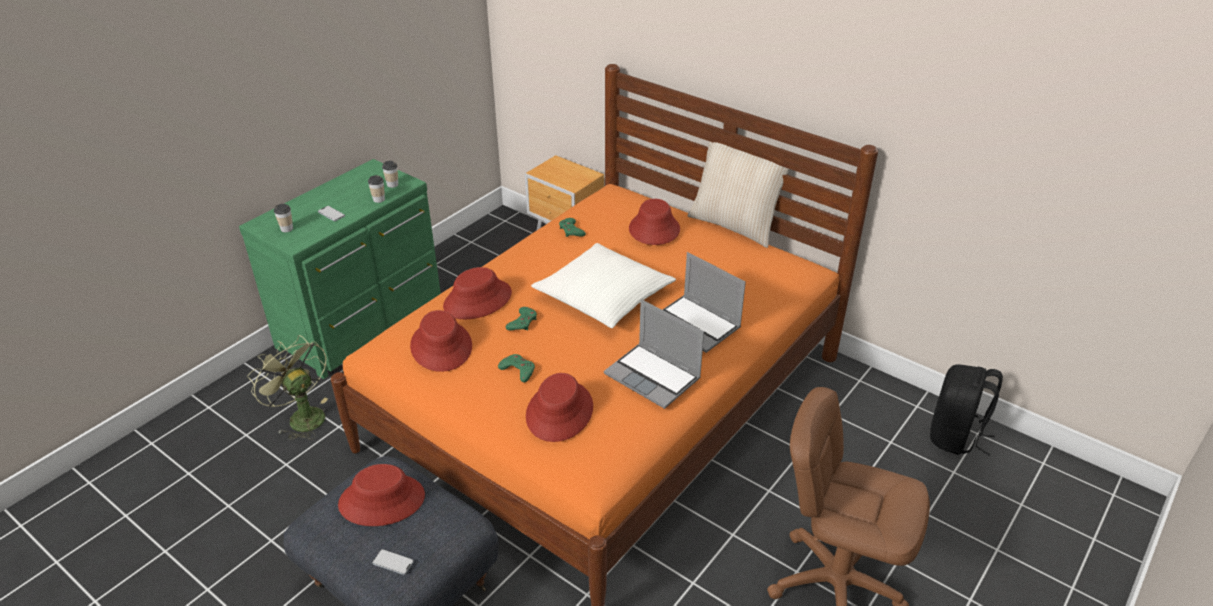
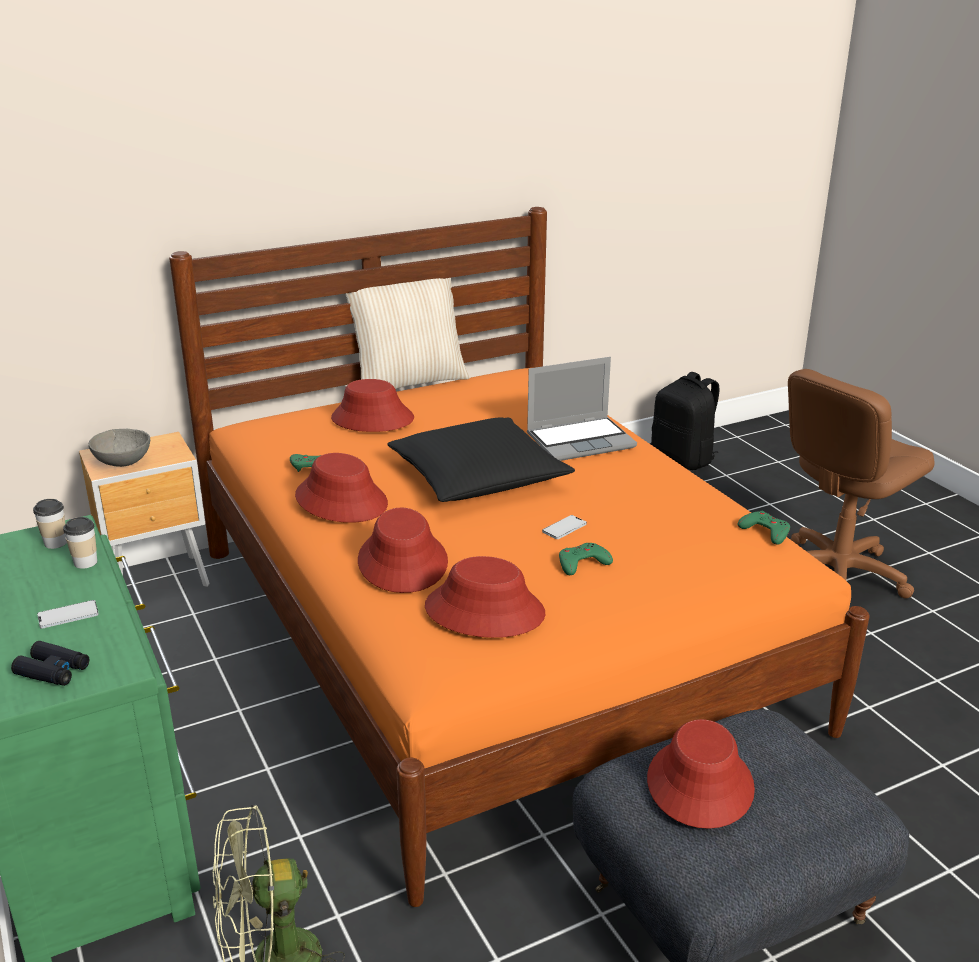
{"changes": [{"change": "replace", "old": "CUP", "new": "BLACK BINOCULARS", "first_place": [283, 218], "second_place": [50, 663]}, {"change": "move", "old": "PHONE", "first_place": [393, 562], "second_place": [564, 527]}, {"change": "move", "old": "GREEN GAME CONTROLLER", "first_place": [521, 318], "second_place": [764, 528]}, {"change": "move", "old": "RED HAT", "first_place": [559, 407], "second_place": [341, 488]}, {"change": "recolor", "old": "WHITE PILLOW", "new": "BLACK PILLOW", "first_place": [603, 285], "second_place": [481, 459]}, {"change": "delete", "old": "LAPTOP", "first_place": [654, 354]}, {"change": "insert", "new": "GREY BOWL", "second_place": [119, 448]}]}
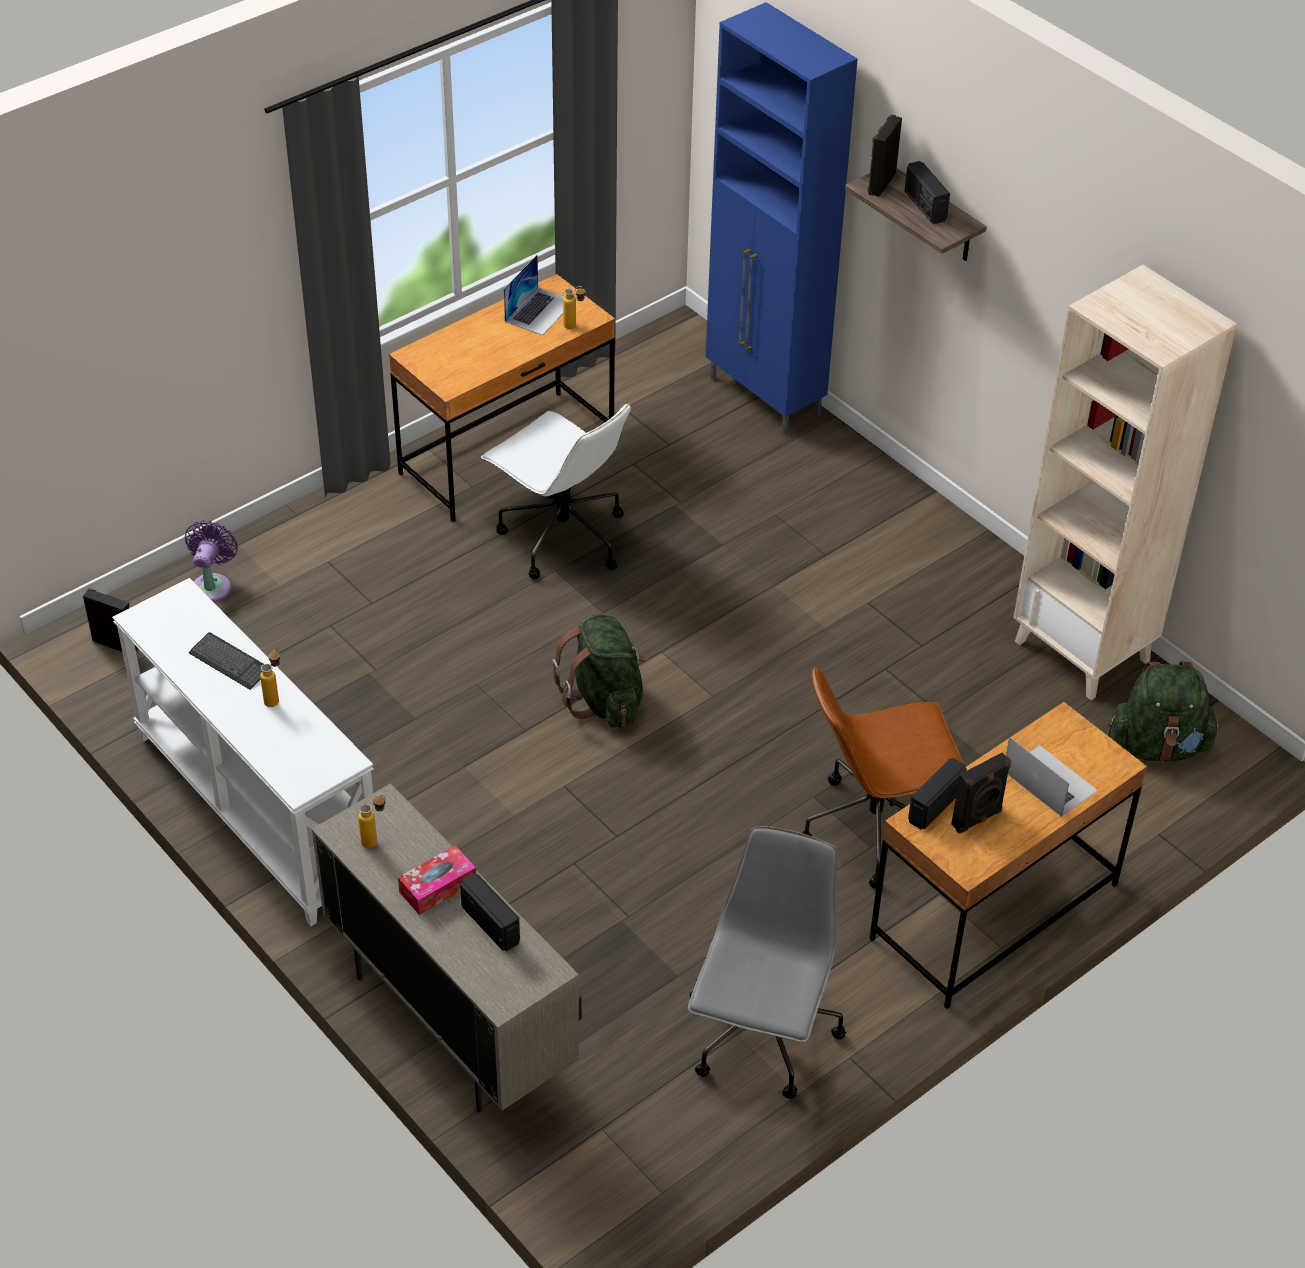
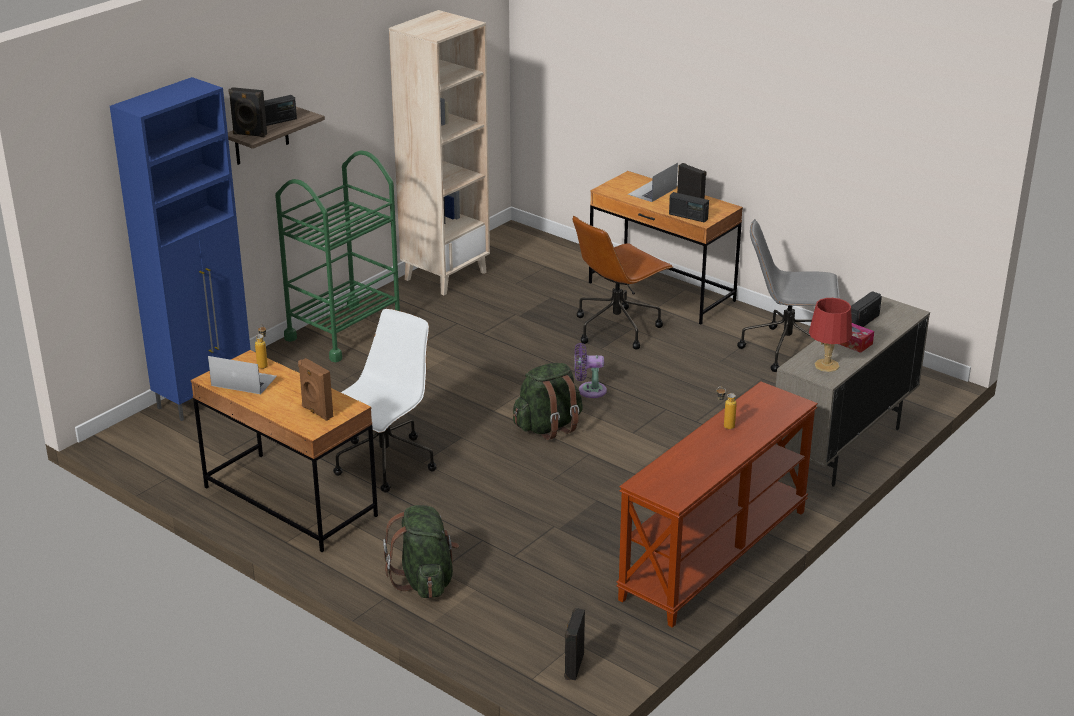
{"changes": [{"change": "recolor", "old": "WHITE CONSOLE TABLE", "new": "BROWN CONSOLE TABLE", "first_place": [243, 752], "second_place": [717, 504]}, {"change": "move", "old": "PURPLE FAN", "first_place": [211, 561], "second_place": [590, 370]}, {"change": "delete", "old": "KEYBOARD", "first_place": [226, 661]}, {"change": "replace", "old": "BOTTLE", "new": "RED TABLE LAMP", "first_place": [372, 821], "second_place": [830, 335]}, {"change": "rotate", "old": "BROWN OFFICE CHAIR", "first_place": [884, 778], "second_place": [622, 283], "degrees": 75}, {"change": "move", "old": "GREEN BACKPACK", "first_place": [1164, 712], "second_place": [421, 552]}, {"change": "insert", "new": "GREEN CART", "second_place": [337, 256]}, {"change": "insert", "new": "BROWN SPEAKER", "second_place": [315, 389]}]}
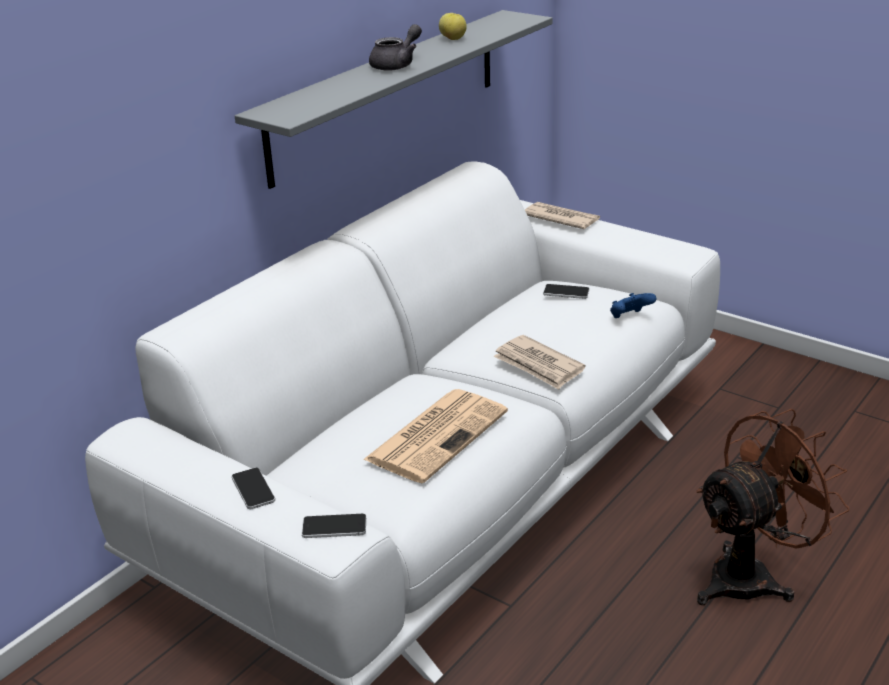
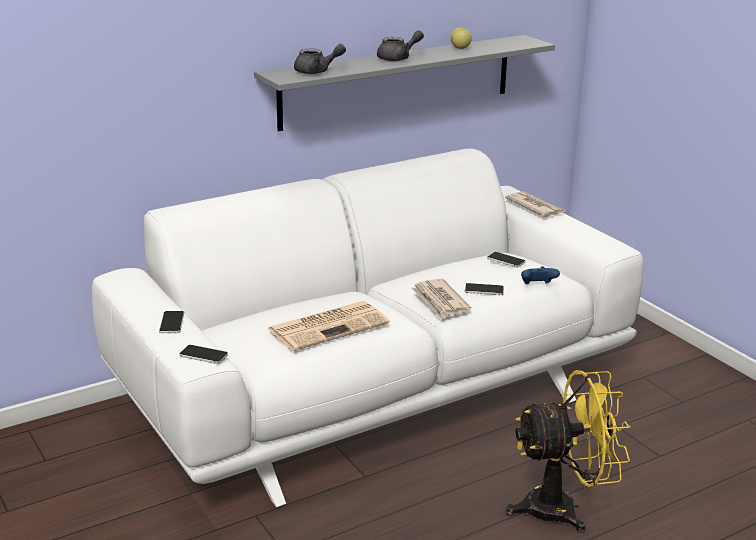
{"changes": [{"change": "recolor", "old": "BROWN FAN", "new": "YELLOW FAN", "first_place": [772, 507], "second_place": [568, 451]}, {"change": "insert", "new": "GREY TEAPOT", "second_place": [320, 59]}, {"change": "insert", "new": "PHONE", "second_place": [484, 289]}]}
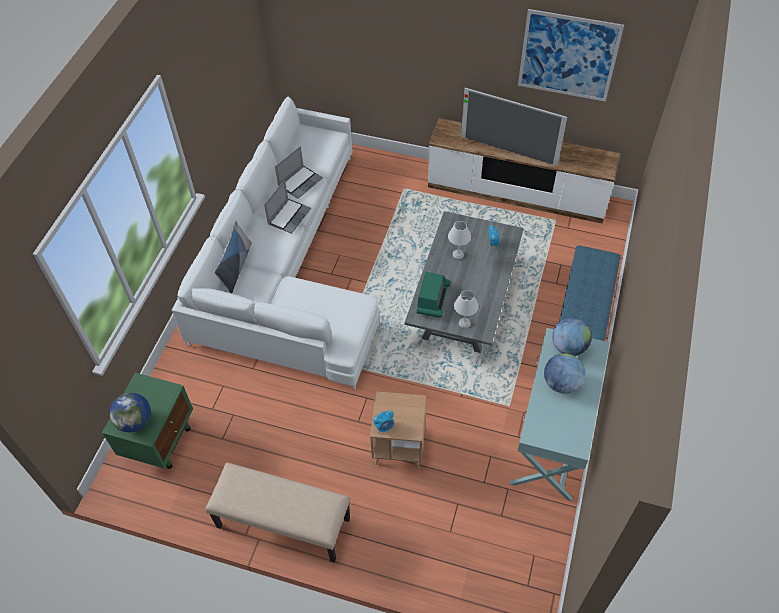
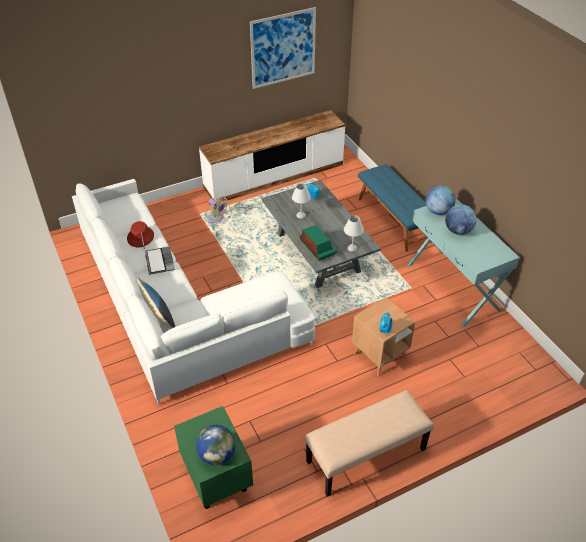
{"changes": [{"change": "replace", "old": "LAPTOP", "new": "RED HAT", "first_place": [299, 172], "second_place": [140, 234]}, {"change": "delete", "old": "TELEVISION", "first_place": [514, 126]}, {"change": "insert", "new": "BEIGE FAN", "second_place": [218, 209]}]}
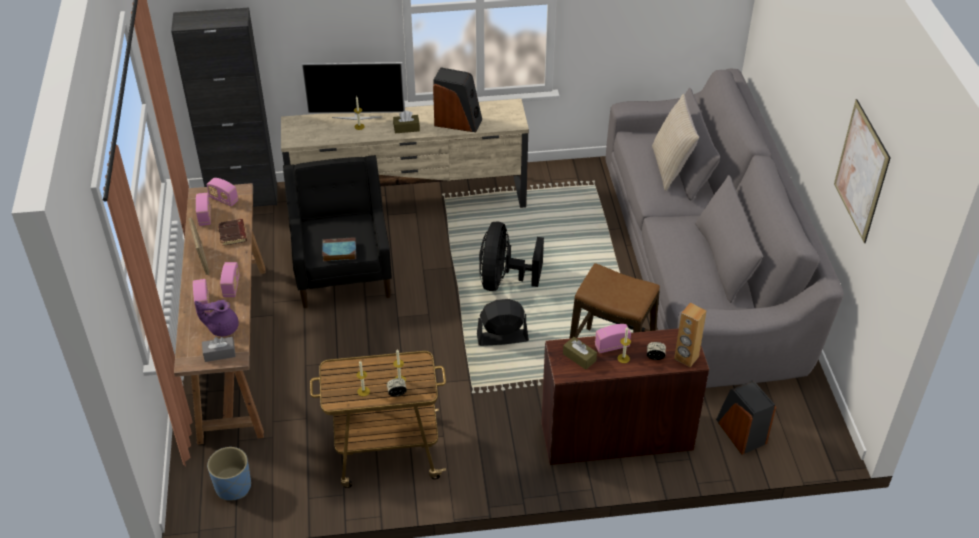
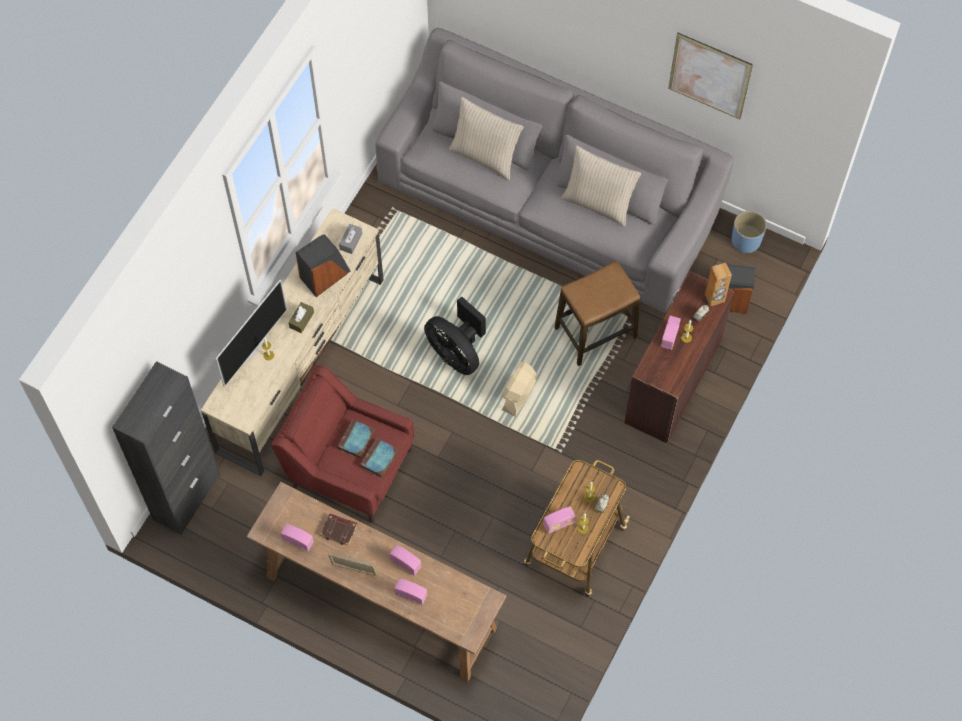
{"changes": [{"change": "delete", "old": "PURPLE TEAPOT", "first_place": [217, 318]}, {"change": "move", "old": "GREY TISSUE BOX", "first_place": [219, 349], "second_place": [350, 239]}, {"change": "move", "old": "RADIO", "first_place": [222, 192], "second_place": [559, 520]}, {"change": "move", "old": "BLUE PLANTER", "first_place": [229, 474], "second_place": [749, 232]}, {"change": "recolor", "old": "BLACK ARMCHAIR", "new": "RED ARMCHAIR", "first_place": [337, 231], "second_place": [342, 444]}, {"change": "recolor", "old": "BLACK FAN", "new": "BEIGE FAN", "first_place": [503, 322], "second_place": [519, 389]}, {"change": "delete", "old": "BROWN TISSUE BOX", "first_place": [580, 353]}, {"change": "insert", "new": "BOOK", "second_place": [355, 439]}, {"change": "insert", "new": "BEIGE PILLOW", "second_place": [601, 186]}]}
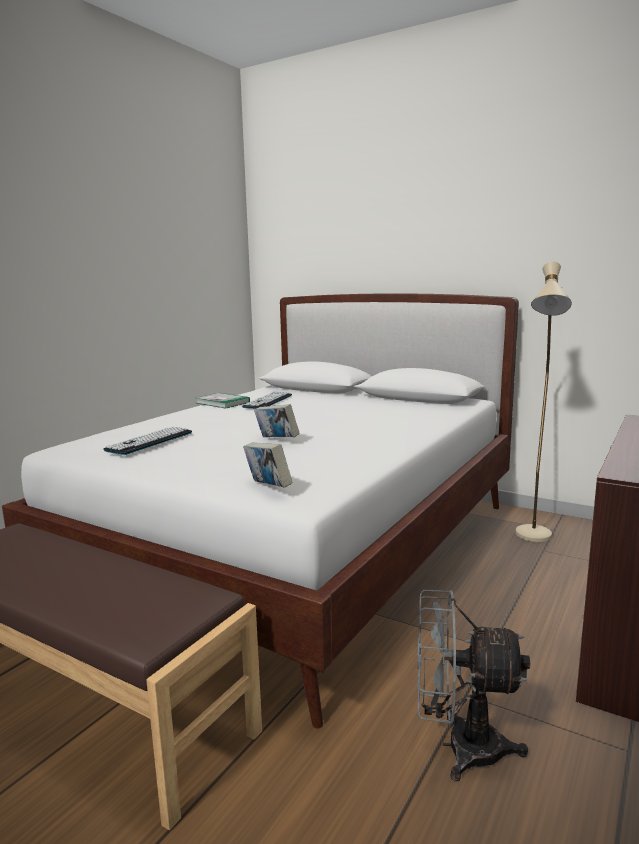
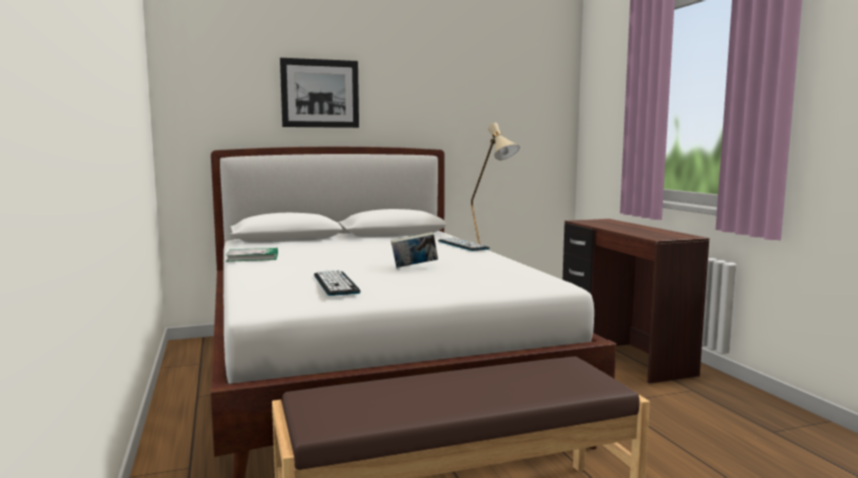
{"changes": [{"change": "move", "old": "KEYBOARD", "first_place": [267, 400], "second_place": [464, 244]}, {"change": "delete", "old": "BOOK", "first_place": [268, 465]}, {"change": "delete", "old": "GREY FAN", "first_place": [473, 685]}, {"change": "insert", "new": "PICTURE", "second_place": [319, 93]}]}
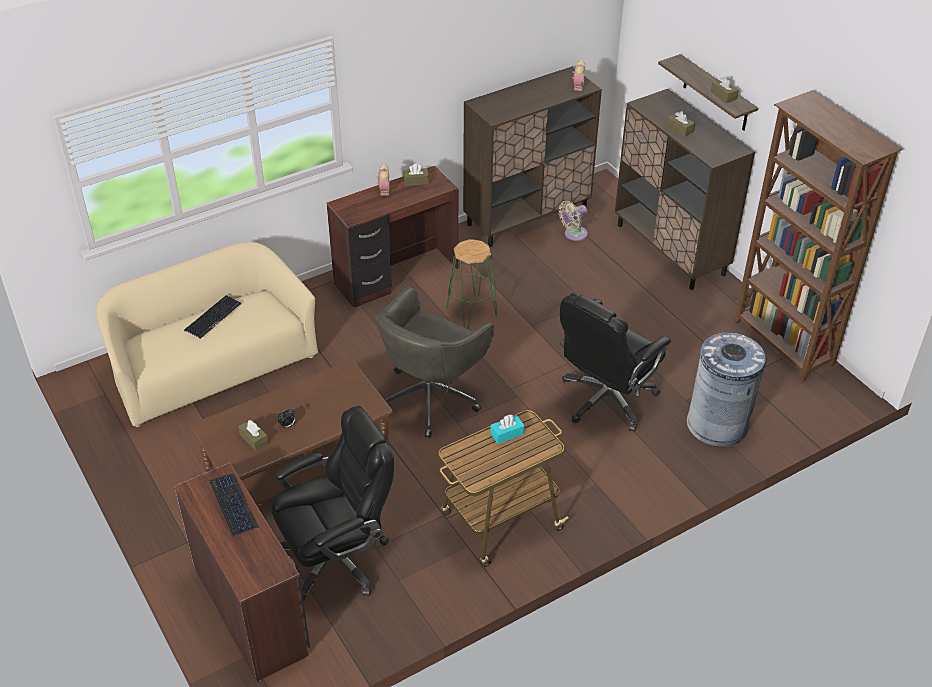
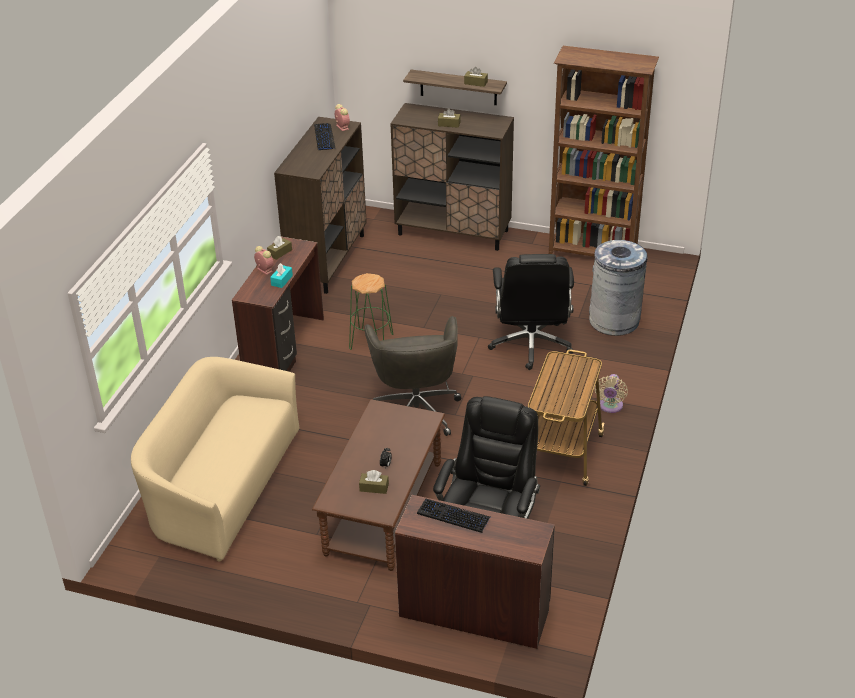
{"changes": [{"change": "move", "old": "KEYBOARD", "first_place": [212, 317], "second_place": [325, 137]}, {"change": "move", "old": "TURQUOISE TISSUE BOX", "first_place": [507, 429], "second_place": [281, 275]}, {"change": "move", "old": "BEIGE FAN", "first_place": [573, 221], "second_place": [611, 393]}]}
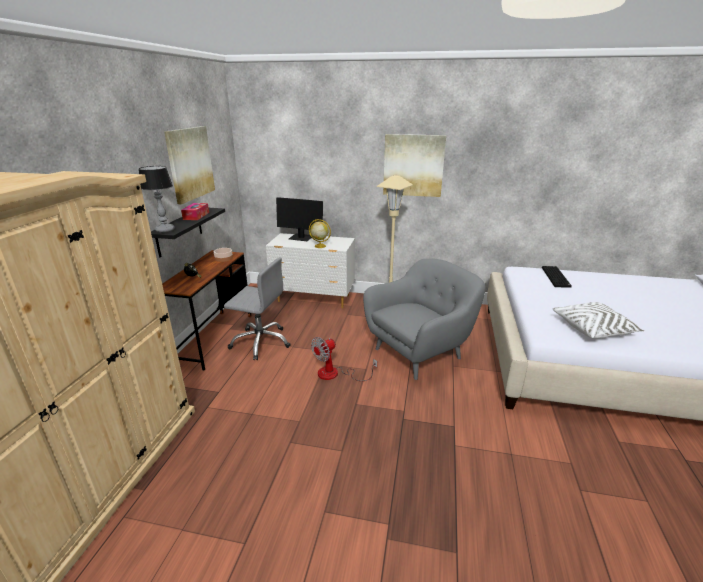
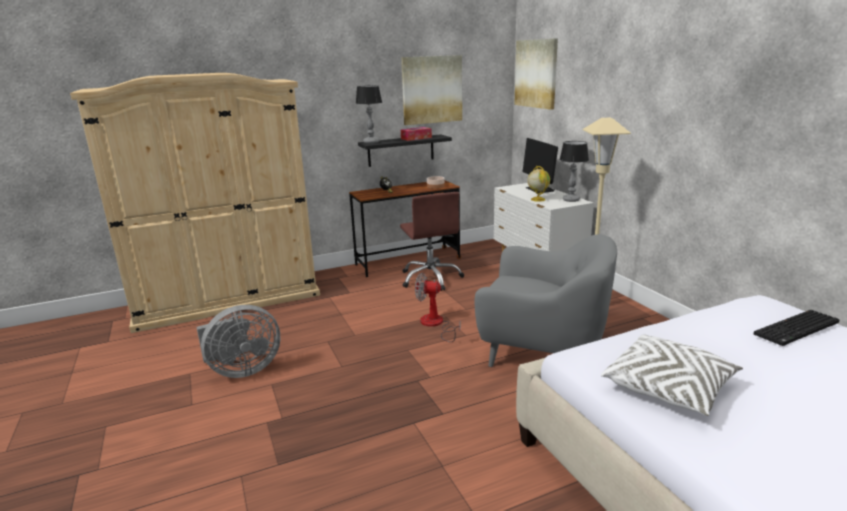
{"changes": [{"change": "recolor", "old": "GREY OFFICE CHAIR", "new": "BROWN OFFICE CHAIR", "first_place": [257, 308], "second_place": [432, 241]}, {"change": "move", "old": "PICTURE", "first_place": [414, 165], "second_place": [536, 74]}, {"change": "insert", "new": "GREY FAN", "second_place": [238, 341]}, {"change": "insert", "new": "TABLE LAMP", "second_place": [574, 171]}]}
